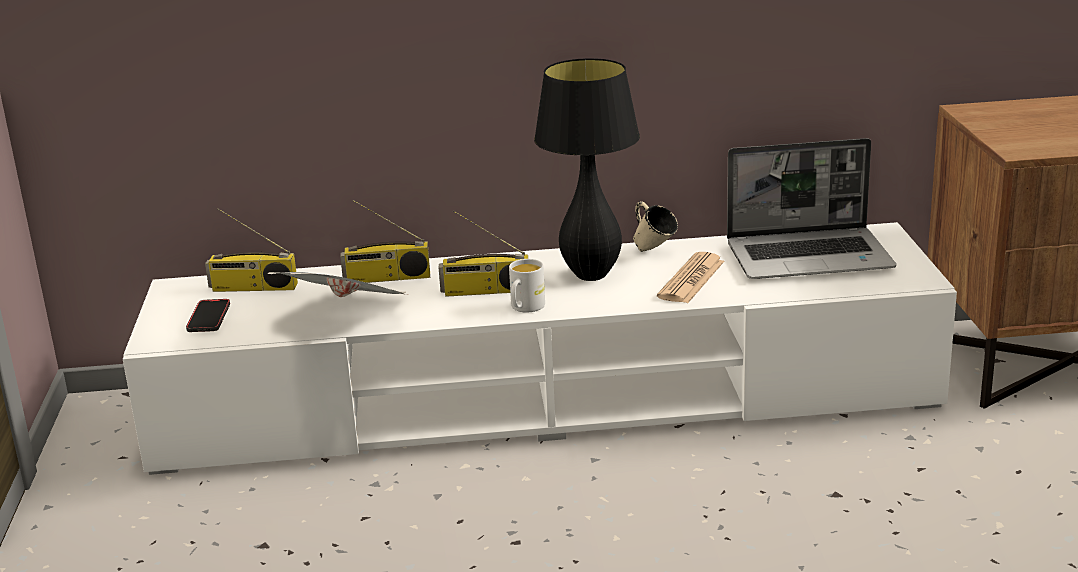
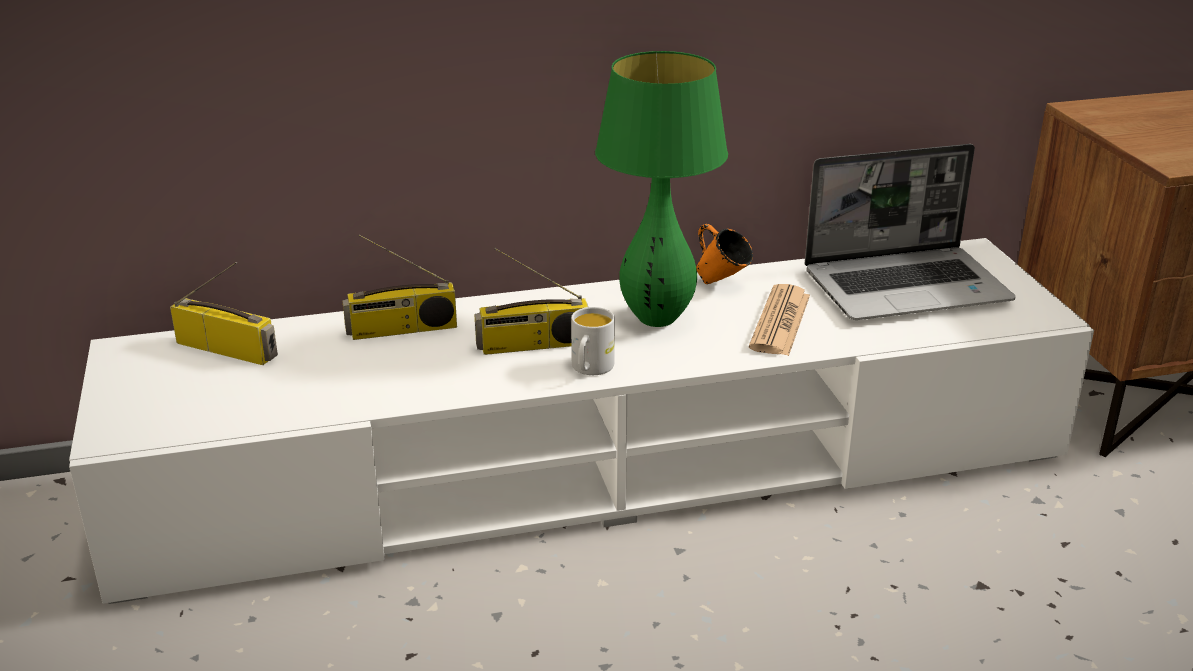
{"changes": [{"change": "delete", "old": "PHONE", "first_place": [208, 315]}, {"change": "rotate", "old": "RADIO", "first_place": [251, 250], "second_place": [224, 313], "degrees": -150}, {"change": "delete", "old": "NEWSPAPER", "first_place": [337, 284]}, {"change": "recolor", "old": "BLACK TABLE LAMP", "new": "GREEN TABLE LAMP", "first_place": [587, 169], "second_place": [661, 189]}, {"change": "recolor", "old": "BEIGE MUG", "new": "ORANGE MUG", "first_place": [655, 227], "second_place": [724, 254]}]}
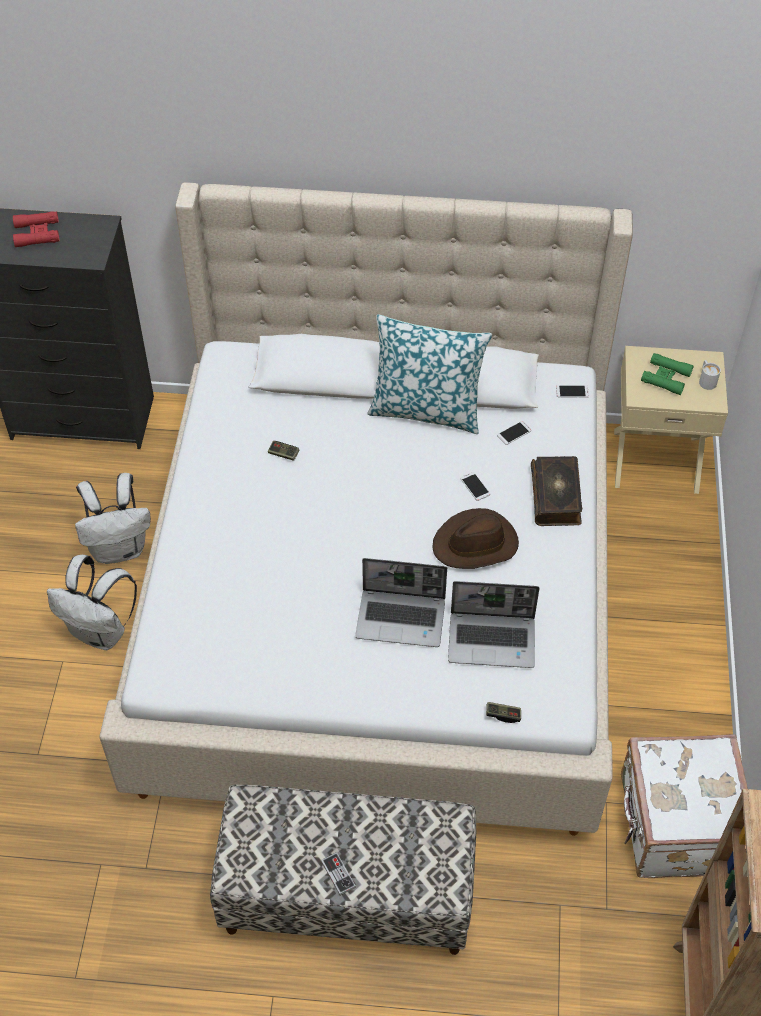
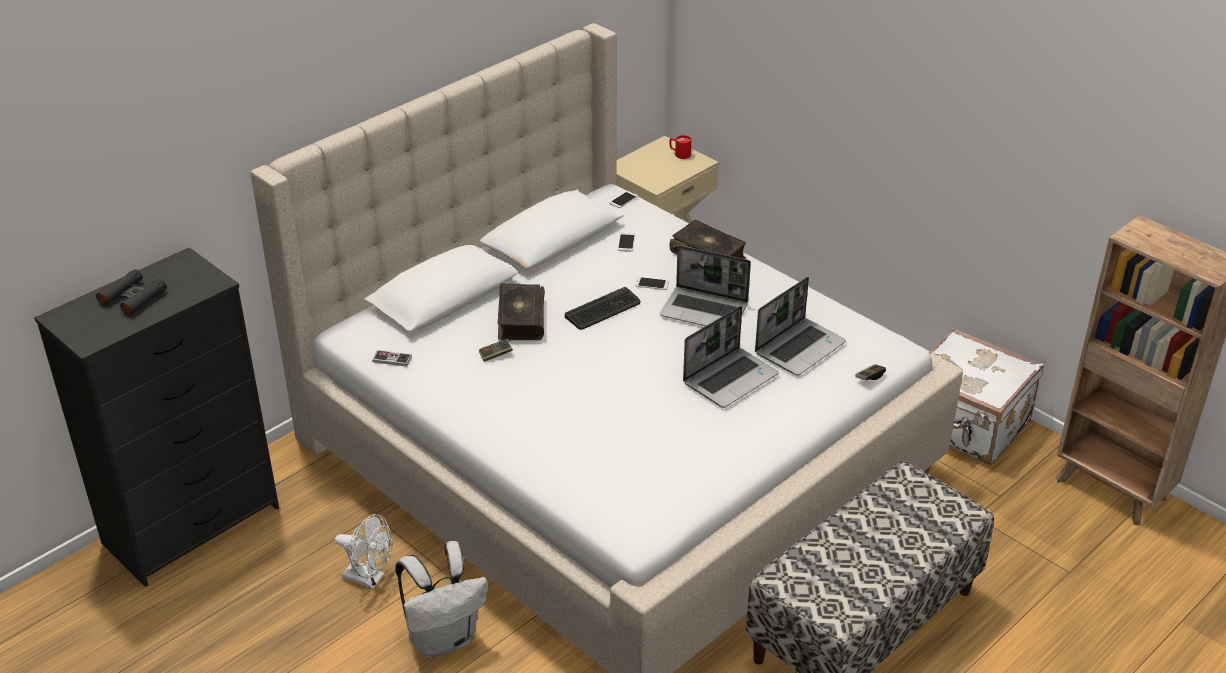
{"changes": [{"change": "recolor", "old": "RED BINOCULARS", "new": "BLACK BINOCULARS", "first_place": [36, 229], "second_place": [131, 292]}, {"change": "replace", "old": "WHITE BACKPACK", "new": "WHITE FAN", "first_place": [113, 518], "second_place": [364, 551]}, {"change": "move", "old": "GAME CONTROLLER", "first_place": [338, 874], "second_place": [392, 358]}, {"change": "delete", "old": "PILLOW", "first_place": [429, 374]}, {"change": "replace", "old": "BROWN HAT", "new": "LAPTOP", "first_place": [475, 538], "second_place": [705, 285]}, {"change": "delete", "old": "GREEN BINOCULARS", "first_place": [667, 374]}, {"change": "recolor", "old": "WHITE MUG", "new": "RED MUG", "first_place": [710, 375], "second_place": [680, 147]}, {"change": "insert", "new": "BOOK", "second_place": [521, 311]}, {"change": "insert", "new": "KEYBOARD", "second_place": [603, 308]}]}
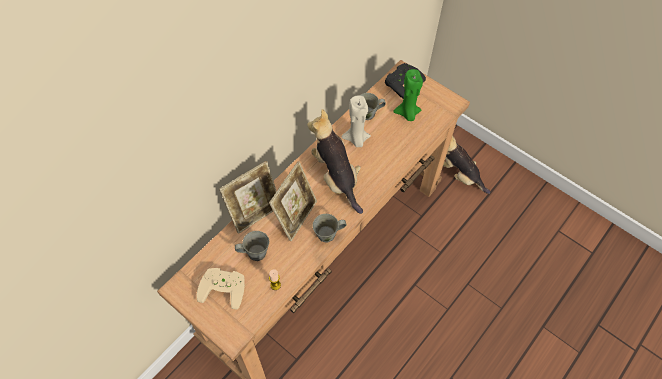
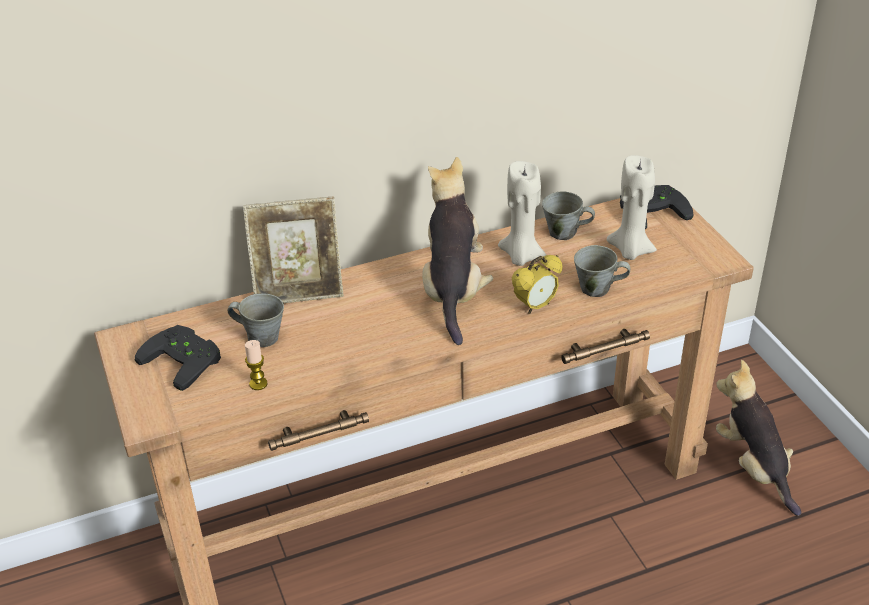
{"changes": [{"change": "recolor", "old": "BEIGE GAME CONTROLLER", "new": "BLACK GAME CONTROLLER", "first_place": [220, 288], "second_place": [178, 358]}, {"change": "delete", "old": "PICTURE FRAME", "first_place": [293, 201]}, {"change": "move", "old": "GREY MUG", "first_place": [329, 228], "second_place": [602, 271]}, {"change": "recolor", "old": "GREEN CANDLE", "new": "BEIGE CANDLE", "first_place": [408, 95], "second_place": [631, 207]}, {"change": "insert", "new": "ALARM CLOCK", "second_place": [537, 284]}]}
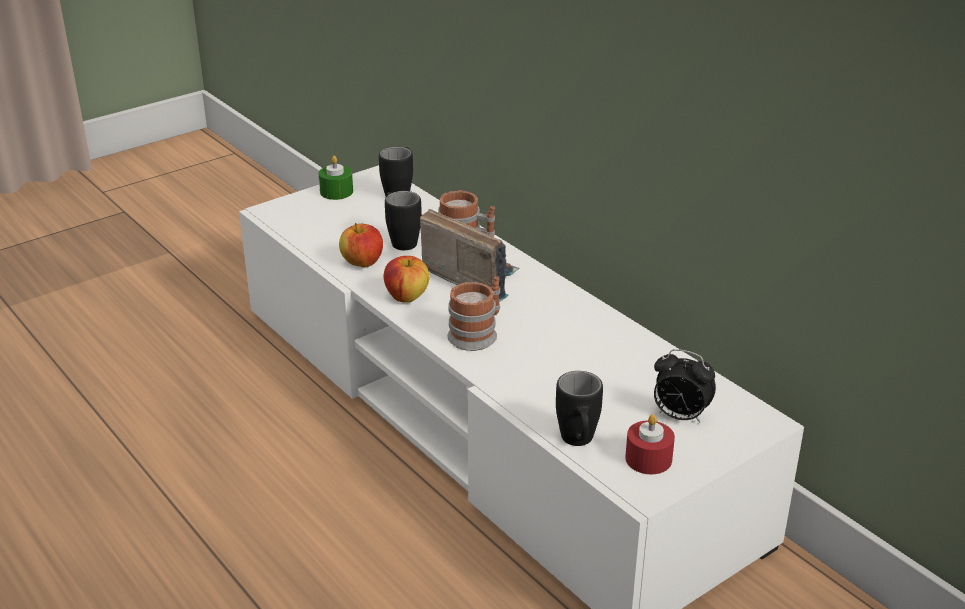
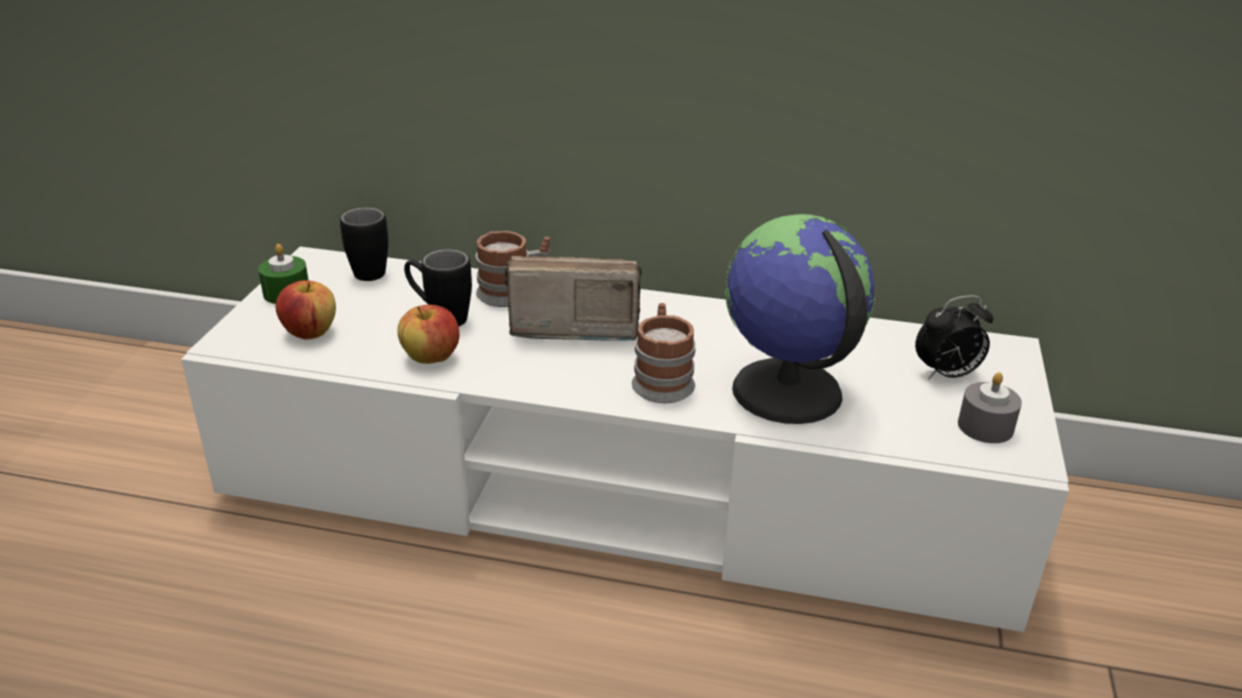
{"changes": [{"change": "move", "old": "APPLE", "first_place": [406, 279], "second_place": [306, 309]}, {"change": "delete", "old": "BLACK MUG", "first_place": [579, 408]}, {"change": "recolor", "old": "RED CANDLE", "new": "GREY CANDLE", "first_place": [650, 444], "second_place": [990, 407]}, {"change": "insert", "new": "GLOBE", "second_place": [800, 319]}]}
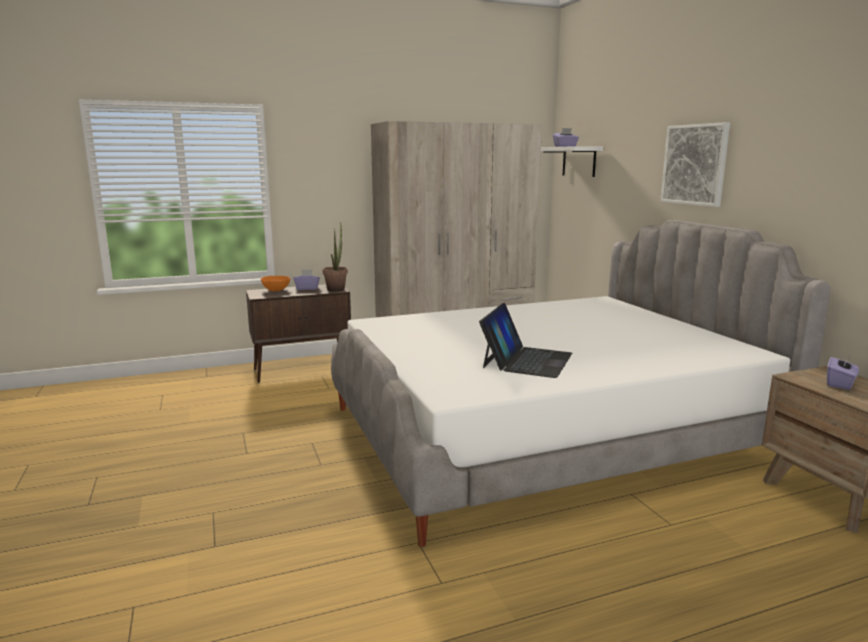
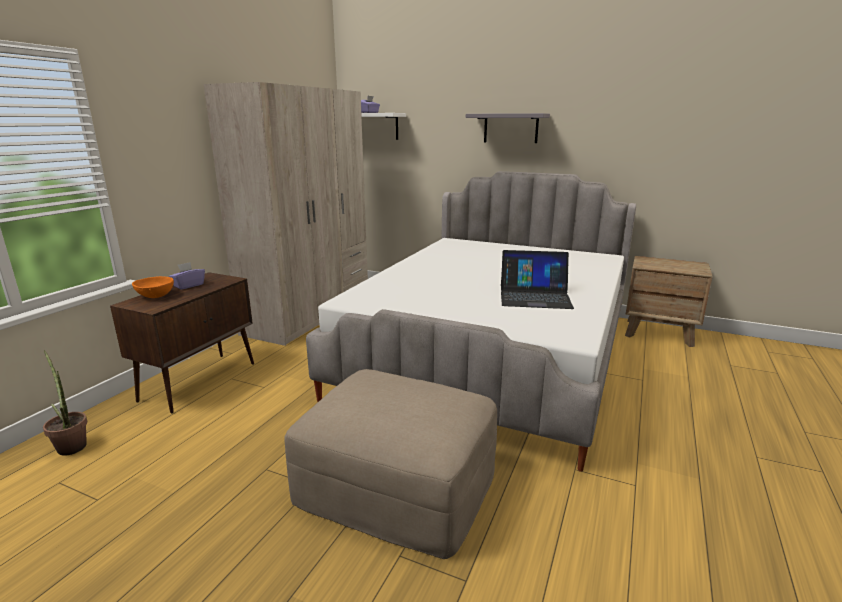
{"changes": [{"change": "move", "old": "POTTED PLANT", "first_place": [335, 257], "second_place": [65, 403]}, {"change": "rotate", "old": "LAPTOP", "first_place": [525, 340], "second_place": [537, 279], "degrees": 120}, {"change": "replace", "old": "PICTURE", "new": "GREY SHELF", "first_place": [695, 164], "second_place": [508, 128]}, {"change": "delete", "old": "PURPLE TISSUE BOX", "first_place": [843, 372]}, {"change": "insert", "new": "BEIGE OTTOMAN", "second_place": [391, 464]}]}
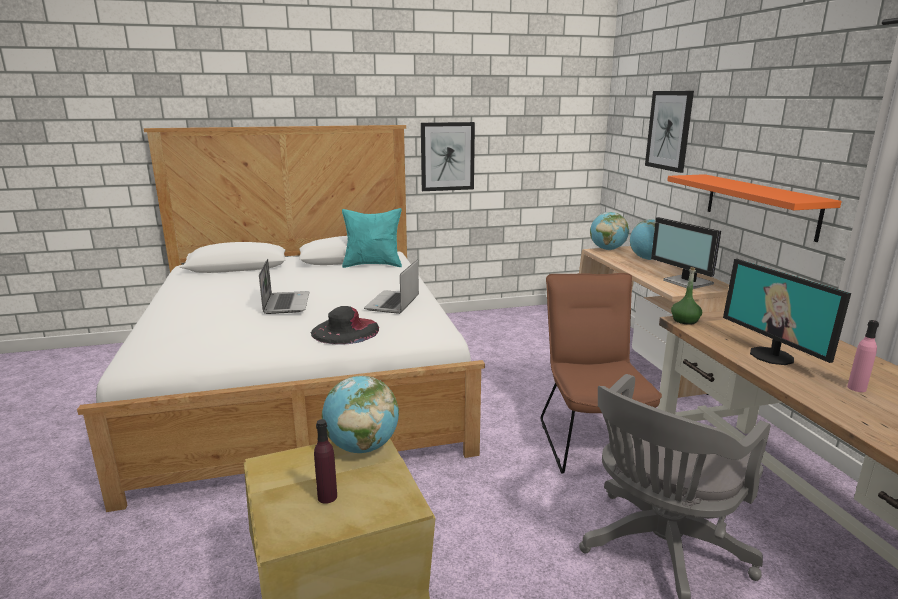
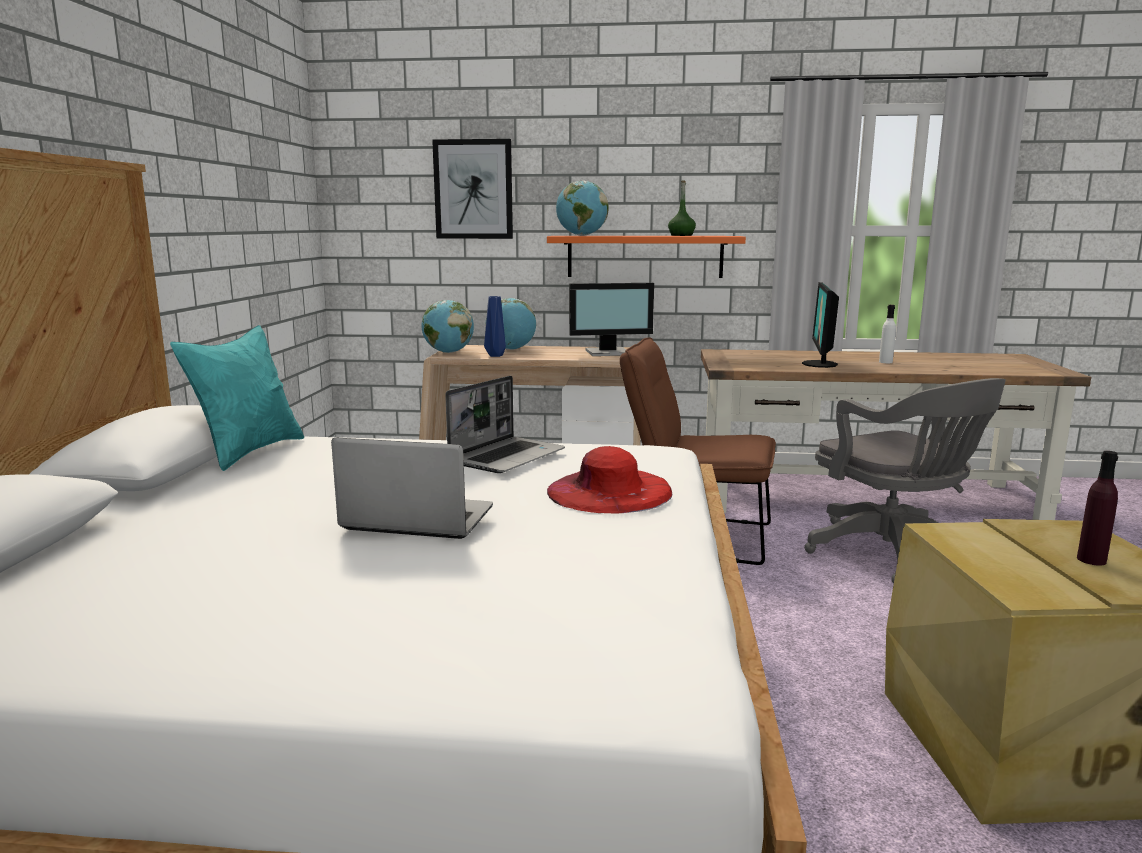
{"changes": [{"change": "recolor", "old": "BLACK HAT", "new": "RED HAT", "first_place": [345, 325], "second_place": [609, 480]}, {"change": "move", "old": "GLOBE", "first_place": [360, 414], "second_place": [582, 208]}, {"change": "rotate", "old": "LAPTOP", "first_place": [391, 286], "second_place": [505, 424], "degrees": -90}, {"change": "delete", "old": "PICTURE", "first_place": [448, 156]}, {"change": "move", "old": "GREEN BOTTLE", "first_place": [686, 296], "second_place": [682, 208]}, {"change": "rotate", "old": "MONITOR", "first_place": [787, 312], "second_place": [820, 325], "degrees": 105}, {"change": "recolor", "old": "PINK BOTTLE", "new": "WHITE BOTTLE", "first_place": [863, 356], "second_place": [887, 334]}, {"change": "insert", "new": "BLUE VASE", "second_place": [495, 326]}]}
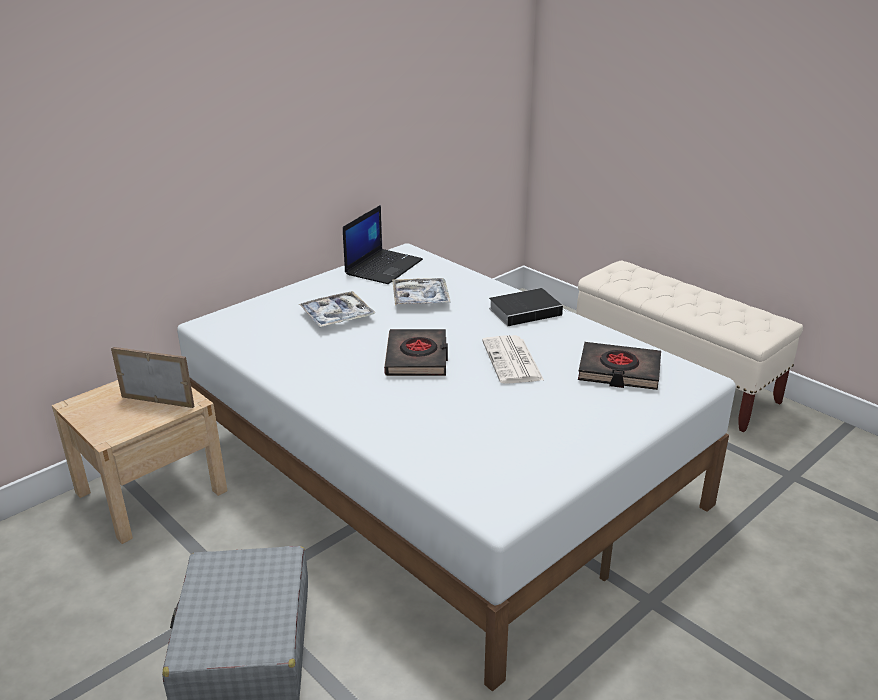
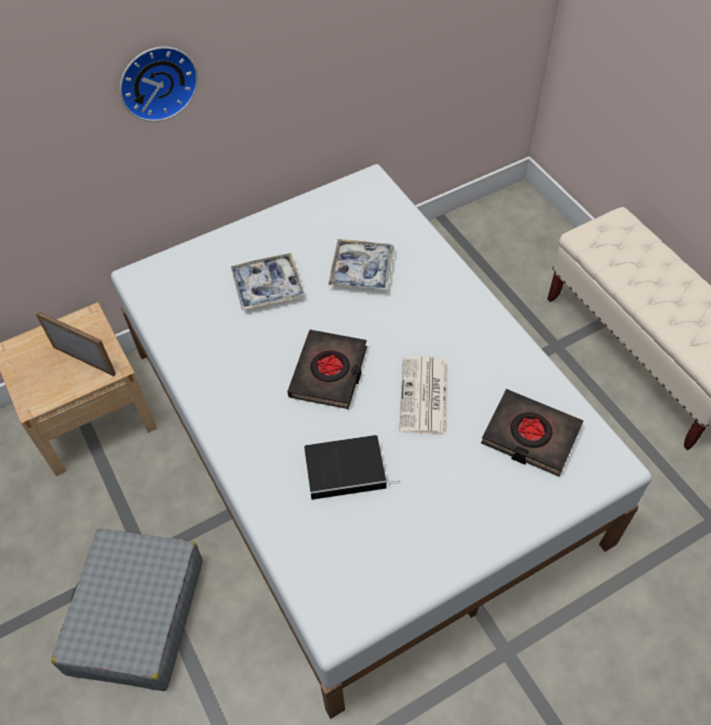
{"changes": [{"change": "delete", "old": "LAPTOP", "first_place": [383, 244]}, {"change": "move", "old": "BOOK", "first_place": [528, 307], "second_place": [351, 467]}, {"change": "insert", "new": "WALL CLOCK", "second_place": [159, 84]}]}
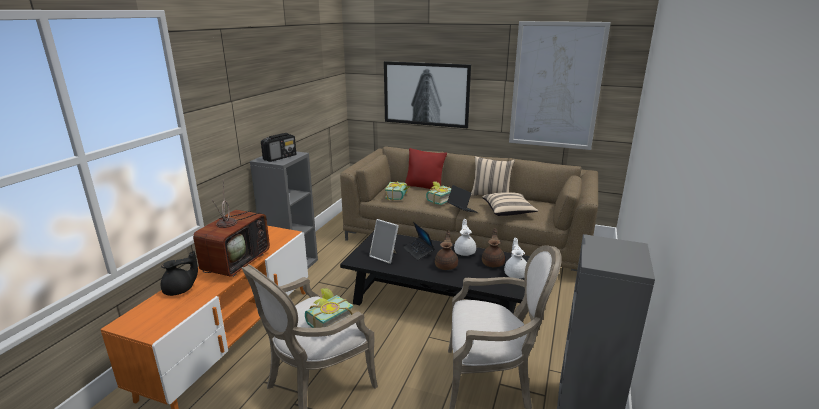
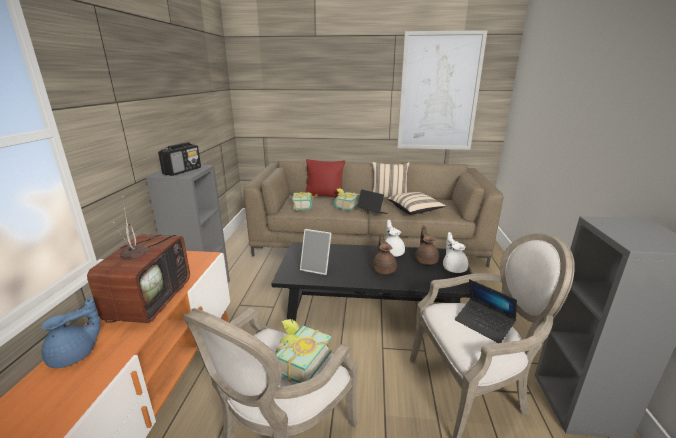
{"changes": [{"change": "recolor", "old": "BLACK TEAPOT", "new": "BLUE TEAPOT", "first_place": [179, 273], "second_place": [70, 332]}, {"change": "delete", "old": "PICTURE", "first_place": [427, 94]}, {"change": "move", "old": "LAPTOP", "first_place": [418, 241], "second_place": [486, 311]}]}
